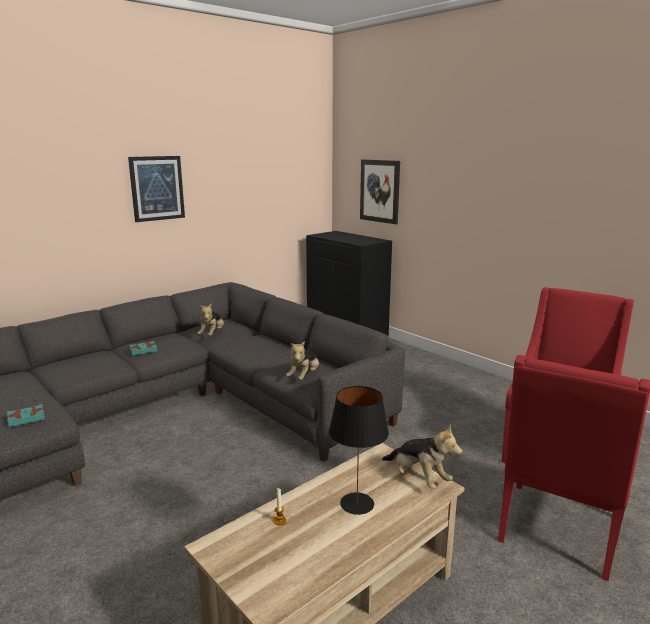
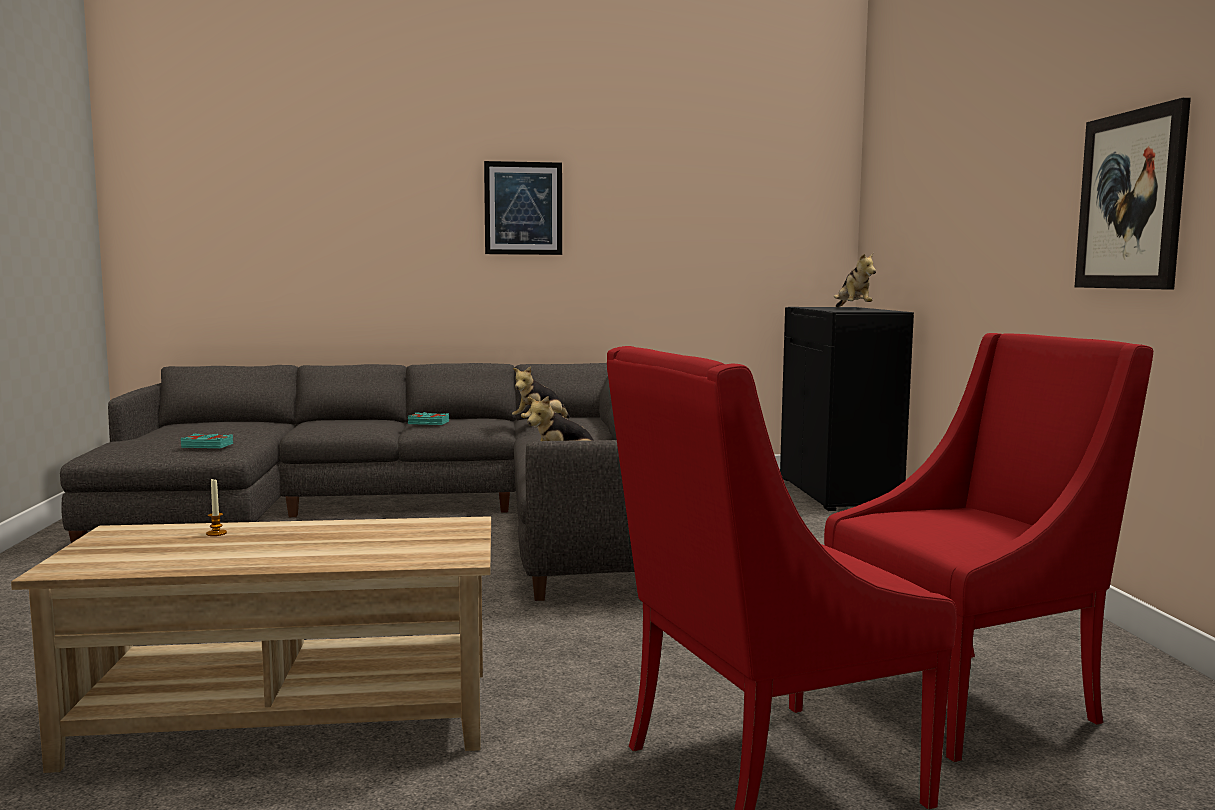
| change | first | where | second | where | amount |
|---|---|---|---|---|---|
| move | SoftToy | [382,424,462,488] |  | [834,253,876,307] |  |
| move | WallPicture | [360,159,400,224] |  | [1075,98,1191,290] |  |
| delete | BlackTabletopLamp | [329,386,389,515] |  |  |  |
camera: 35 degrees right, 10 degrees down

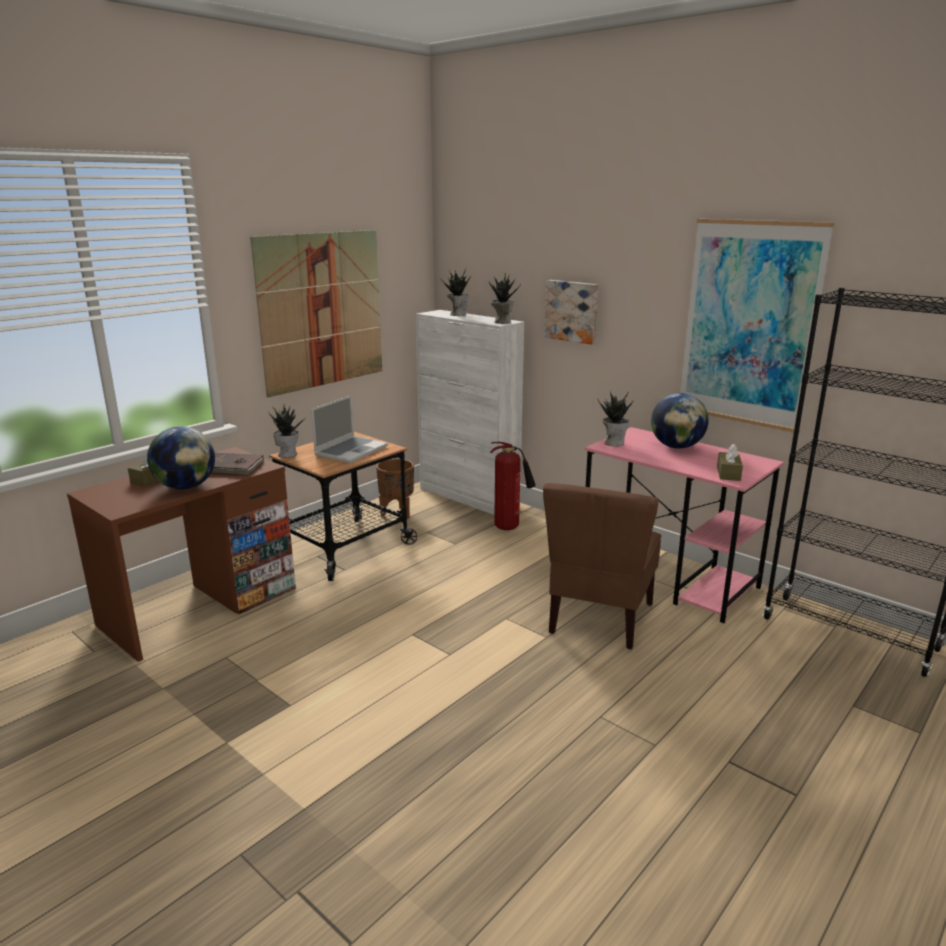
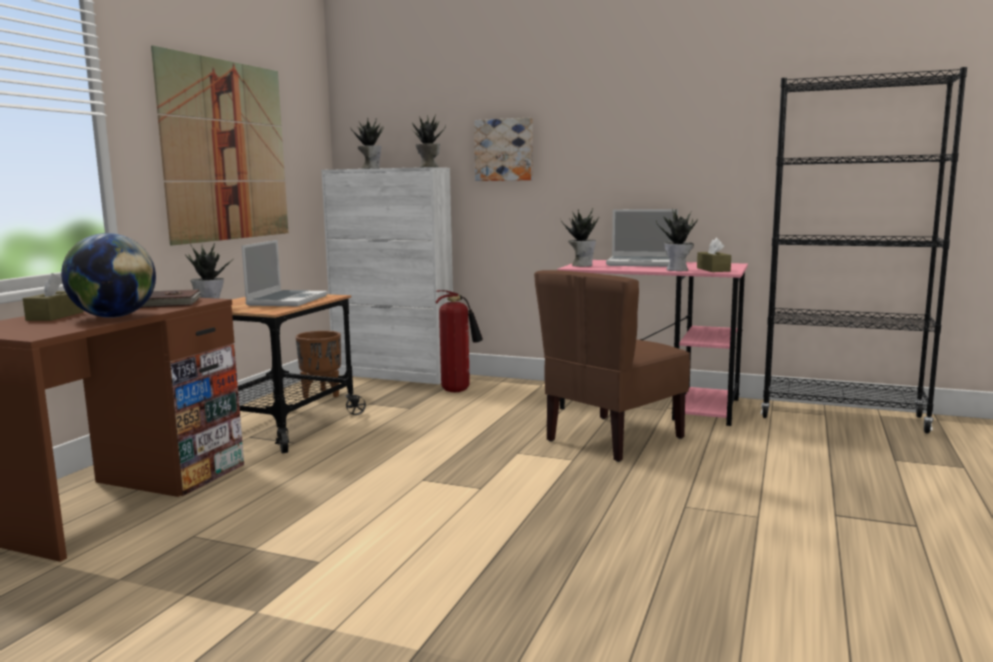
| change | first | where | second | where | amount |
|---|---|---|---|---|---|
| rotate | BrownPlainChair | [543,483,662,649] |  | [534,270,690,462] | 45 degrees clockwise |
| replace | WorldGlobe | [651,393,709,449] | PortableComputer | [606,209,678,267] |  |
| insert |  |  | Houseplant | [656,209,698,271] |  |
| delete | WallPicture | [680,219,834,433] |  |  |  |
camera: 20 degrees left, 10 degrees down

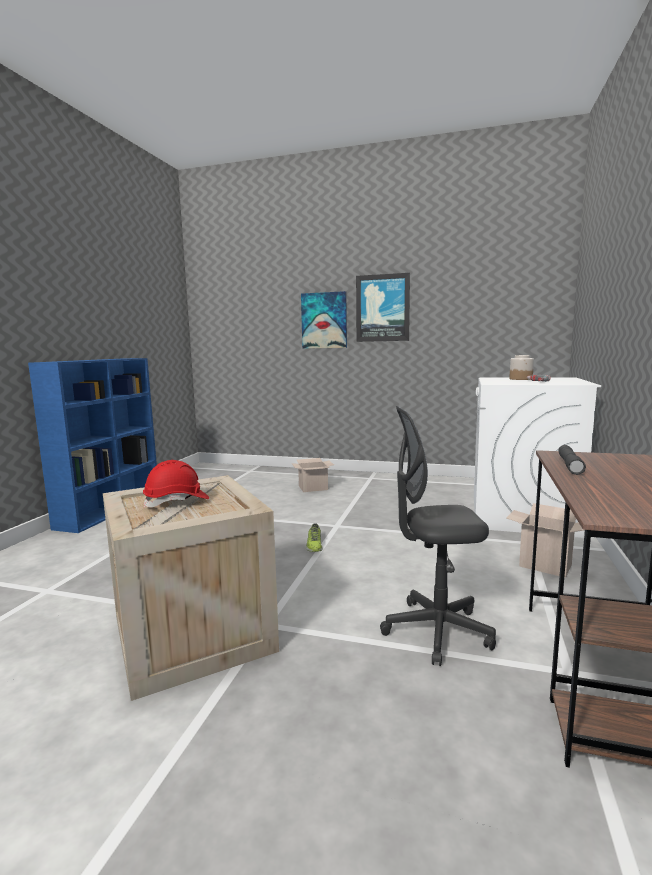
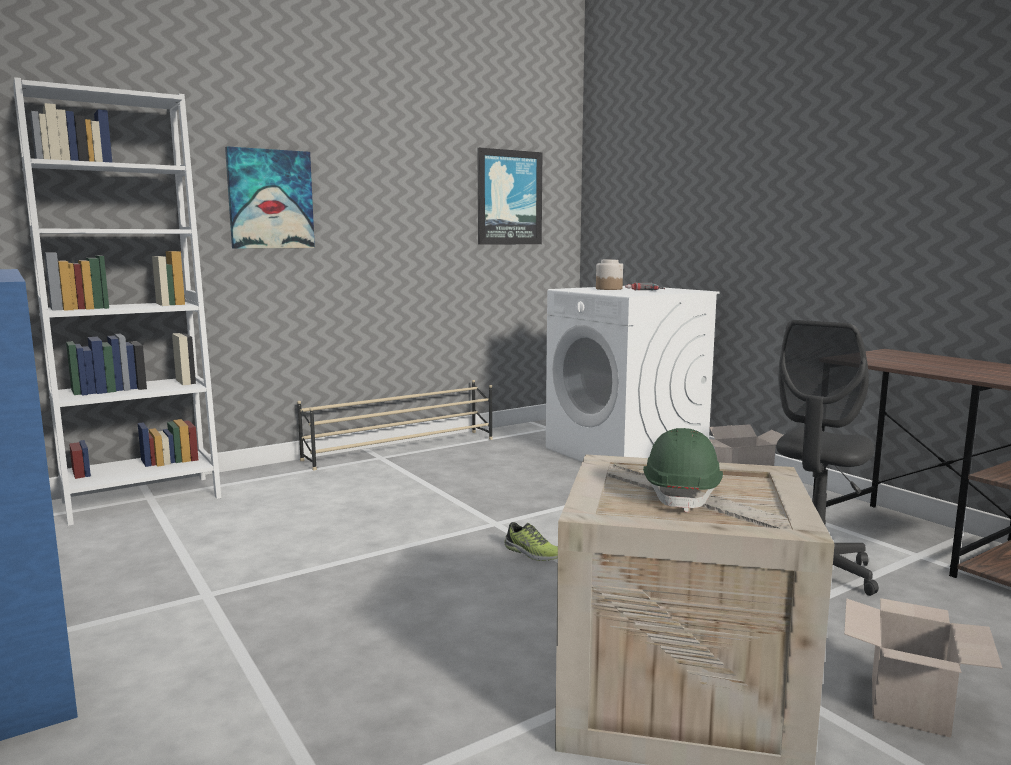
| change | first | where | second | where | amount |
|---|---|---|---|---|---|
| insert |  |  | WhiteBookcase | [13,77,221,526] |  |
| insert |  |  | BeigeColouredShoeStand | [297,380,493,470] |  |
| move | WallPicture | [356,273,410,342] |  | [477,148,542,245] |  |
| recolor | ReddishWorkHelmet | [143,460,209,507] | GreenWorkHelmet | [643,428,723,512] |  |
| move | Carton | [291,458,334,492] |  | [844,598,1002,738] |  |
| delete | GreyishHandTorch | [558,445,586,475] |  |  |  |
camera: 50 degrees left, 0 degrees up

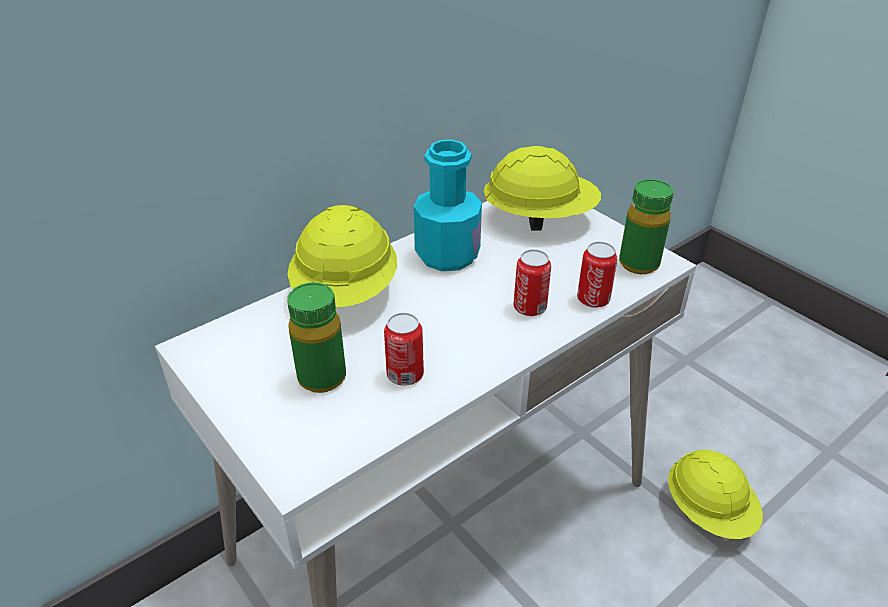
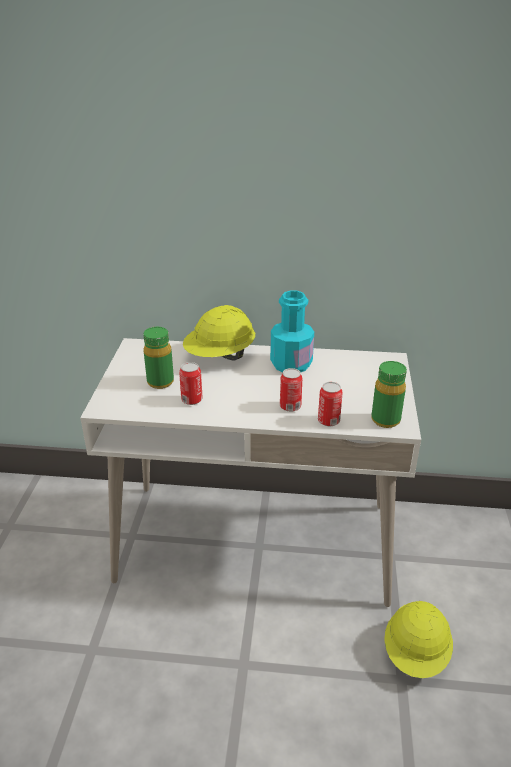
| change | first | where | second | where | amount |
|---|---|---|---|---|---|
| delete | YellowishWorkHelmet | [484,146,601,230] |  |  |  |
camera: 45 degrees right, 5 degrees down

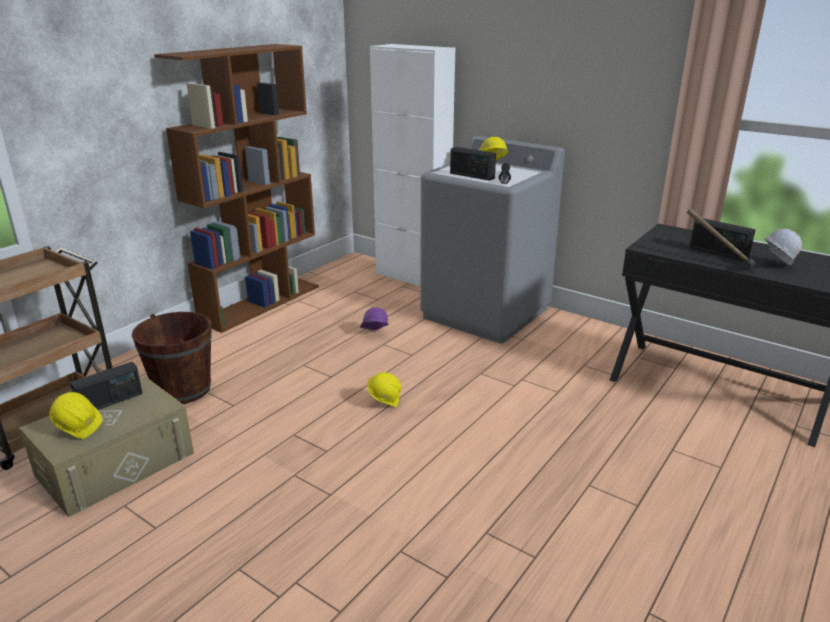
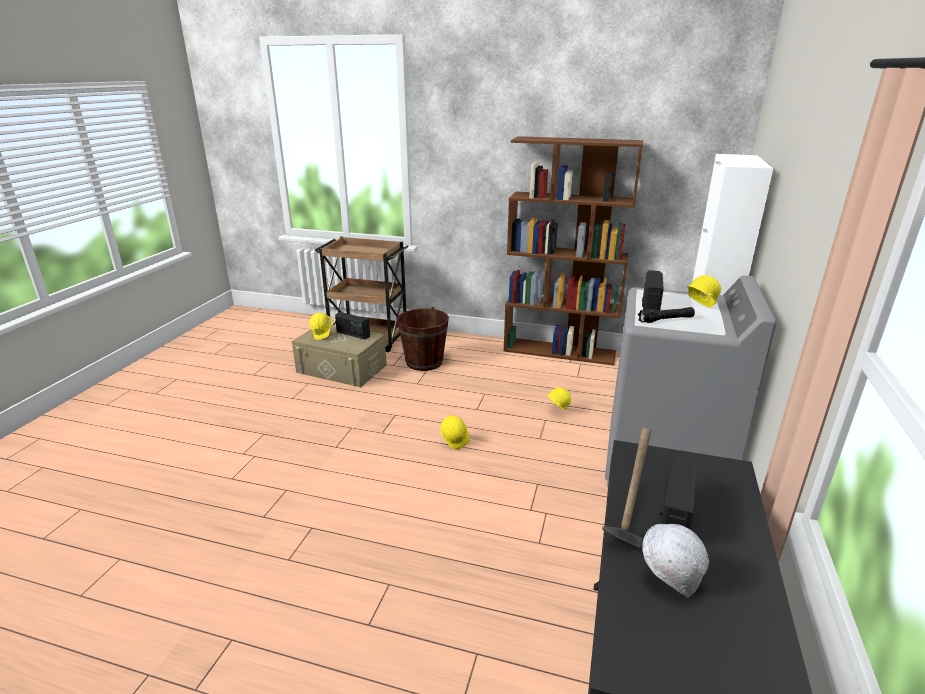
| change | first | where | second | where | amount |
|---|---|---|---|---|---|
| recolor | PurpleColouredWorkHelmet | [360,307,389,330] | YellowishWorkHelmet | [547,388,571,411] |  |
camera: 70 degrees right, 0 degrees up

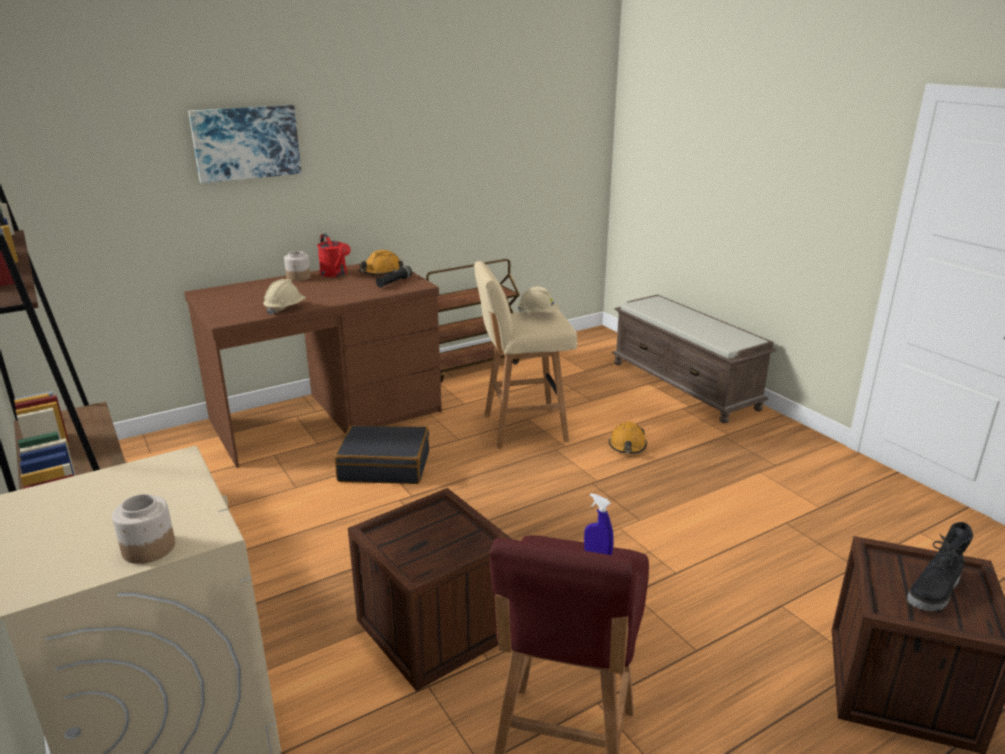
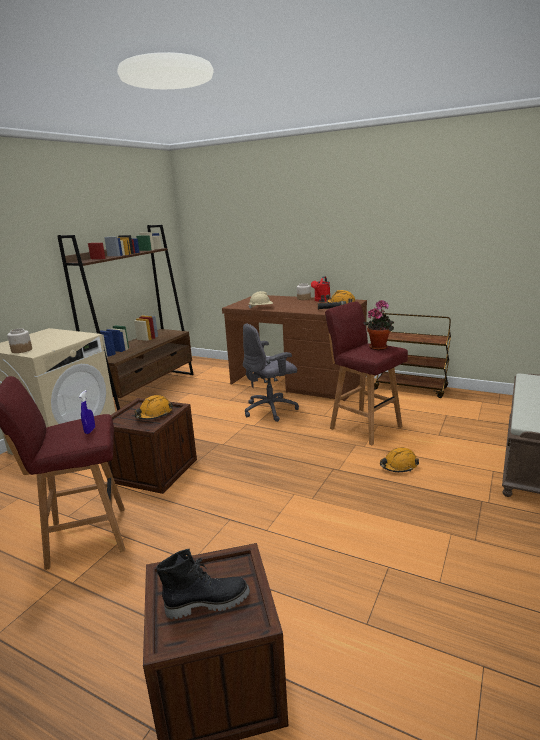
| change | first | where | second | where | amount |
|---|---|---|---|---|---|
| insert |  |  | OrangeyWorkHelmet | [135,395,173,420] |  |
| rotate | BlackBoot | [907,522,973,611] |  | [156,549,250,619] | 150 degrees clockwise |
| replace | BlackSuitcase | [334,425,429,484] | GreyishDeskChair | [243,323,299,422] |  |
| recolor | BeigeColouredSittingStool | [474,261,577,449] | ReddishSittingStool | [325,302,408,445] |  |
| replace | BeigeColouredWorkHelmet | [518,287,559,313] | Houseplant | [363,300,394,350] |  |
| delete | WallPicture | [188,105,301,183] |  |  |  |
camera: 60 degrees right, 5 degrees down

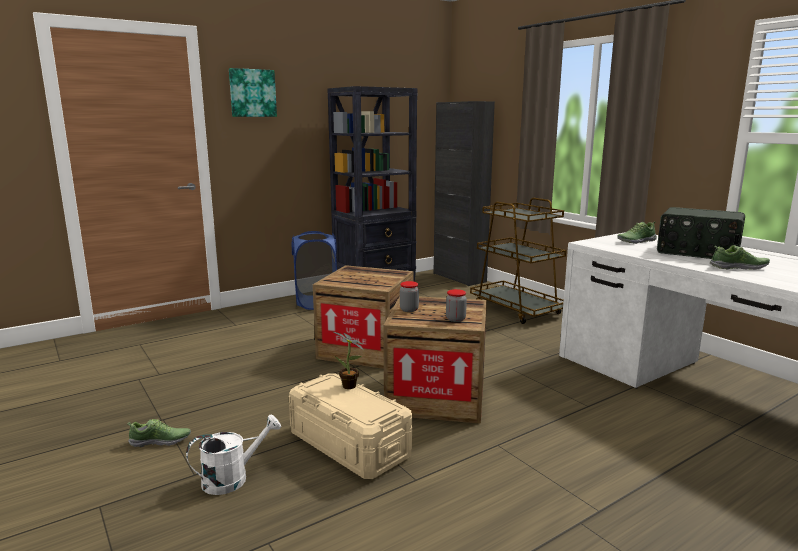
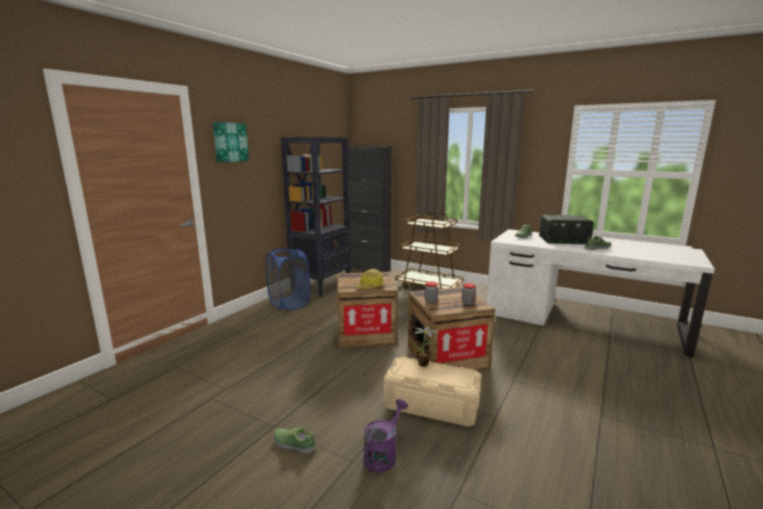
| change | first | where | second | where | amount |
|---|---|---|---|---|---|
| rotate | LowShoe | [127,419,191,447] |  | [274,426,317,455] | 120 degrees counterclockwise |
| insert |  |  | WorkHelmet | [355,269,384,289] |  |
| recolor | WhiteSprinklingCan | [186,414,281,495] | PurpleColouredSprinklingCan | [363,399,408,473] |  |
camera: 25 degrees left, 0 degrees up

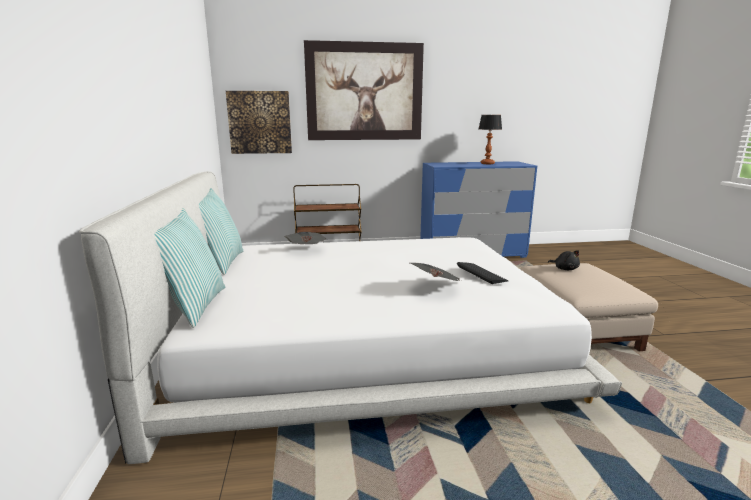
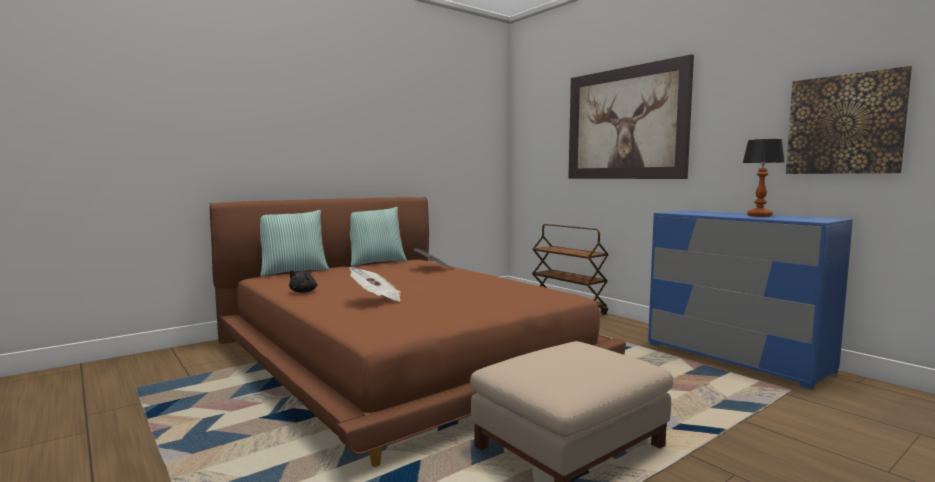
| change | first | where | second | where | amount |
|---|---|---|---|---|---|
| recolor | WhiteSleepingBed | [79,171,622,464] | BrownSleepingBed | [209,197,626,467] |  |
| move | BlackSoftToy | [548,250,580,270] |  | [289,270,317,293] |  |
| move | WallPicture | [226,91,292,154] |  | [786,66,912,174] |  |
| delete | Keyboard | [457,262,508,284] |  |  |  |
camera: 60 degrees right, 10 degrees down

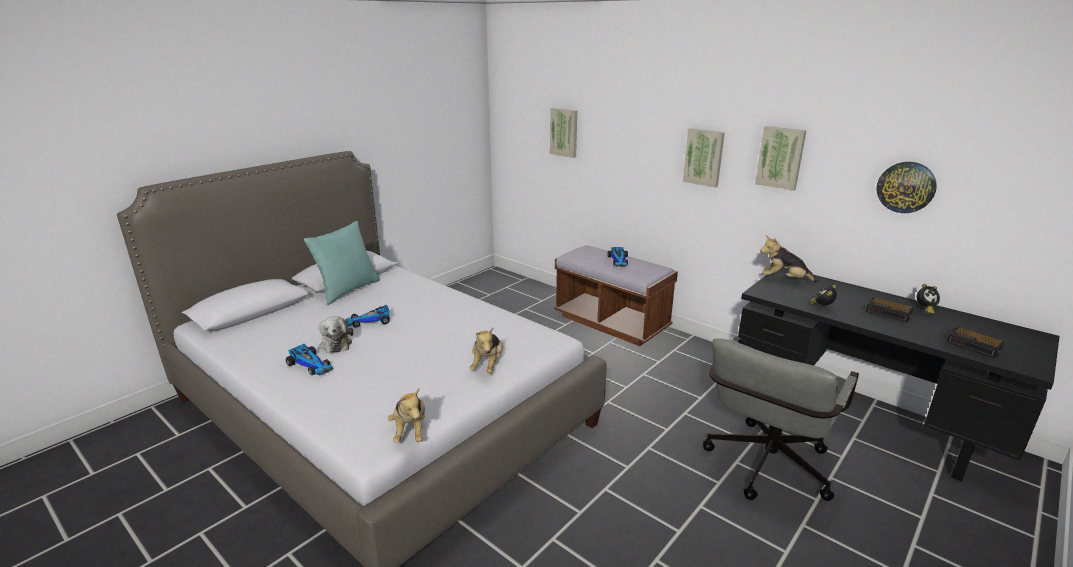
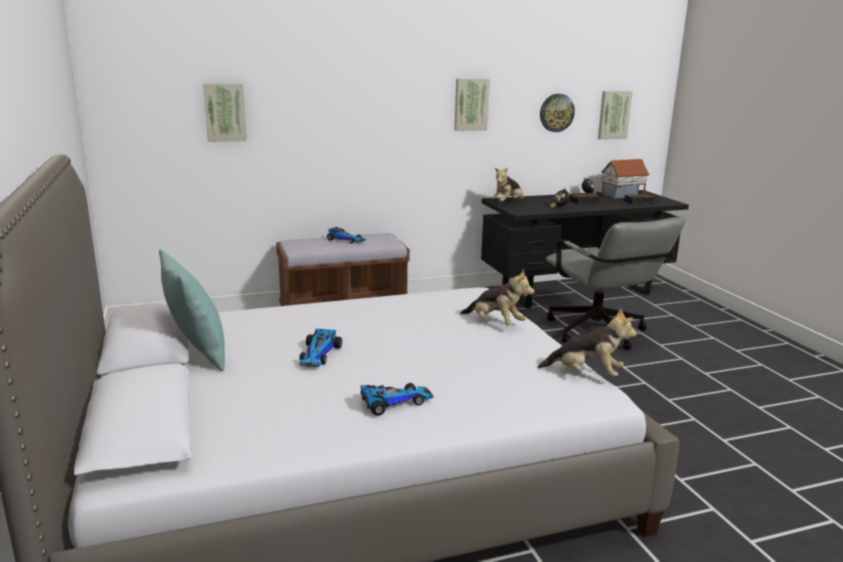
| change | first | where | second | where | amount |
|---|---|---|---|---|---|
| move | WallPicture | [683,128,725,188] |  | [598,91,632,140] |  |
| insert |  |  | MiniatureHouse | [601,159,649,199] |  |
| delete | SoftToy | [319,316,353,354] |  |  |  |
camera: 60 degrees left, 5 degrees down

